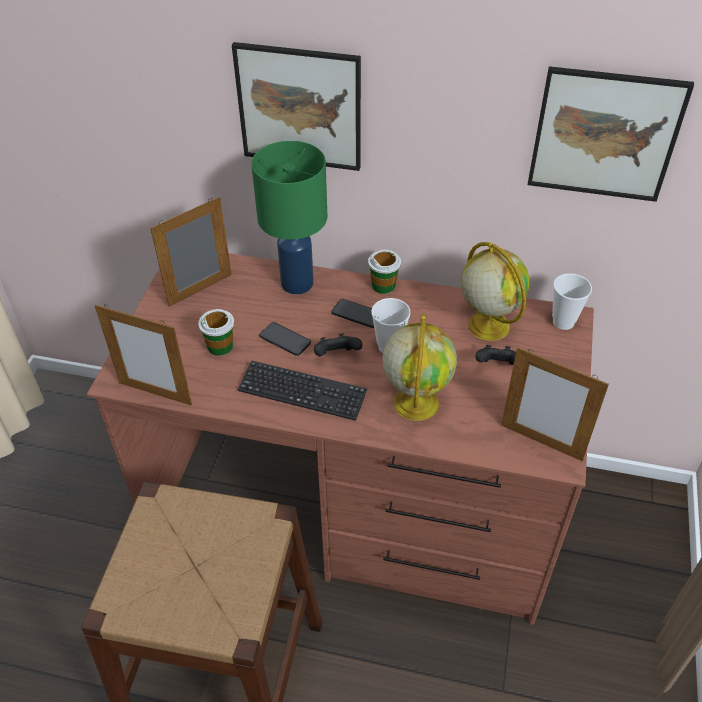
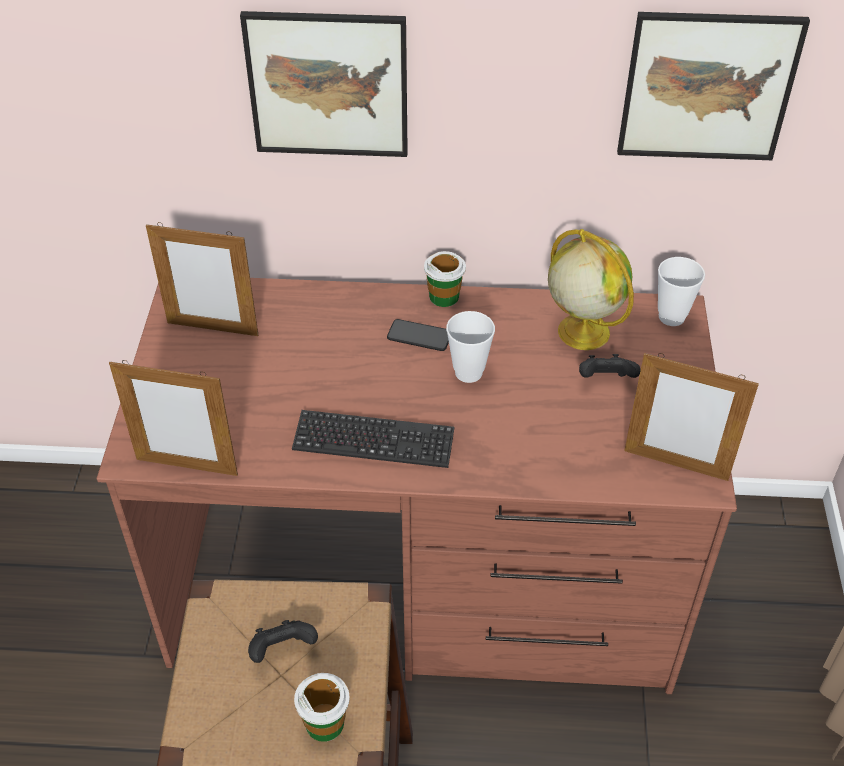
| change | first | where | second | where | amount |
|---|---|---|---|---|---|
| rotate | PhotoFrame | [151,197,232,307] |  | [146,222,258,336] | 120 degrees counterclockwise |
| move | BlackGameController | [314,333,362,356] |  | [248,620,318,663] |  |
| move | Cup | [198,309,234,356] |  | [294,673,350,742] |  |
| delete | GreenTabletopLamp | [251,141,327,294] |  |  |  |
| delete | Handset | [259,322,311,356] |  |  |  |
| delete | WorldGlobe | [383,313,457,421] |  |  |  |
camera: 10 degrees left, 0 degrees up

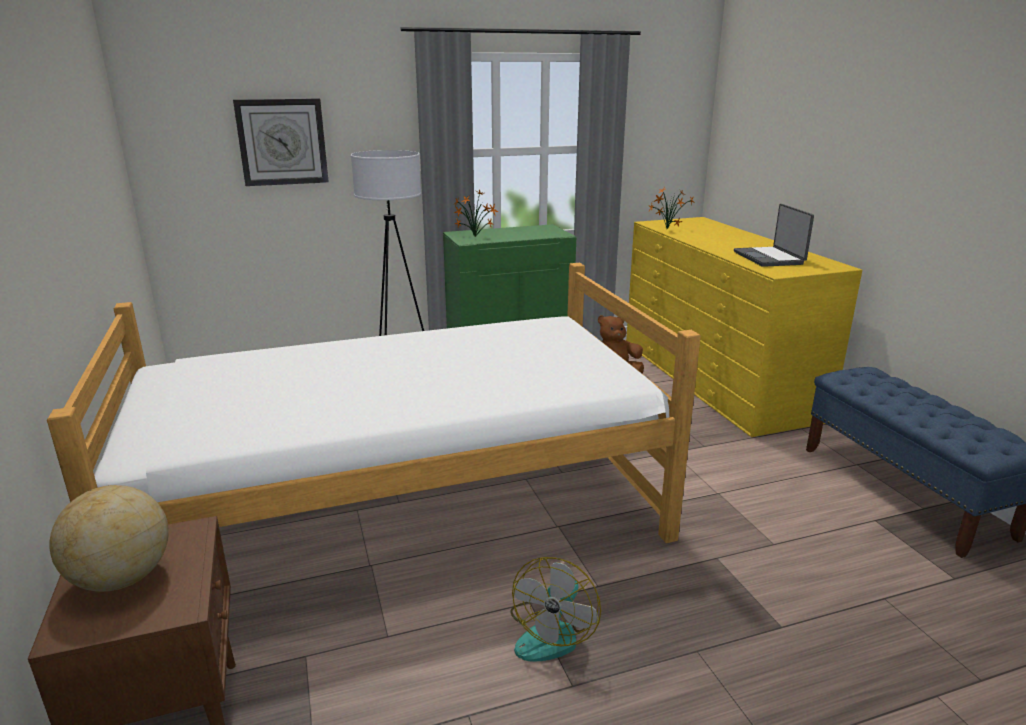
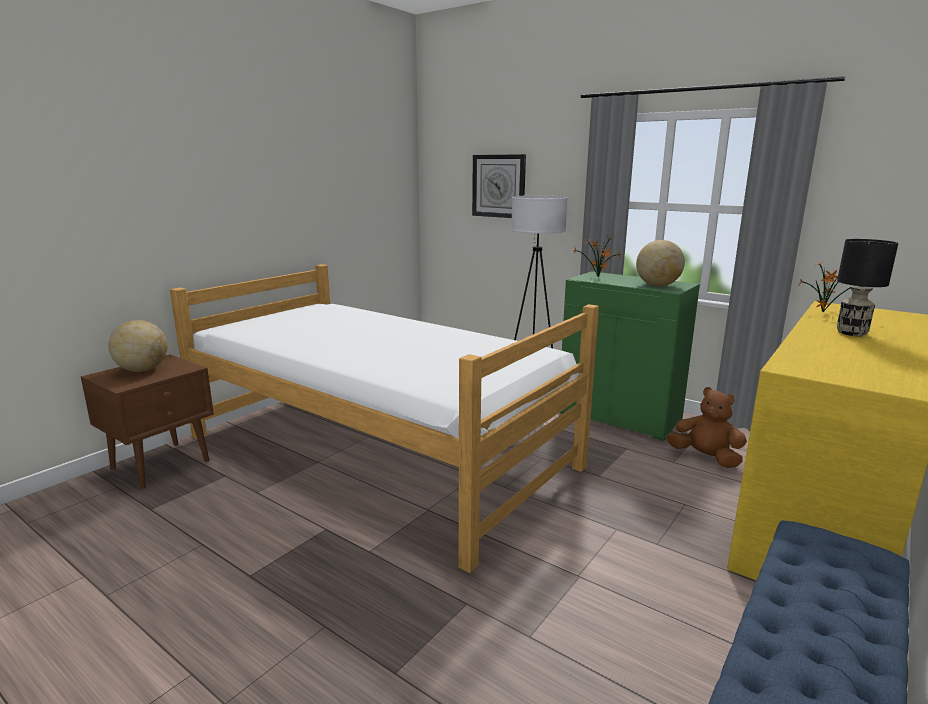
| change | first | where | second | where | amount |
|---|---|---|---|---|---|
| insert |  |  | WorldGlobe | [636,240,685,286] |  |
| insert |  |  | BlackTabletopLamp | [837,239,898,336] |  |
| delete | ElectricFan | [510,557,601,662] |  |  |  |
| delete | PortableComputer | [734,204,814,267] |  |  |  |
camera: 55 degrees right, 5 degrees down

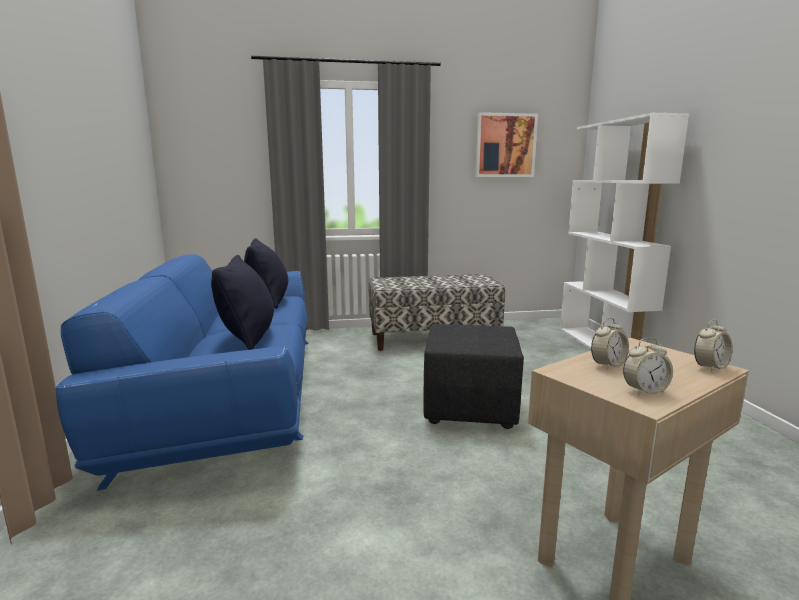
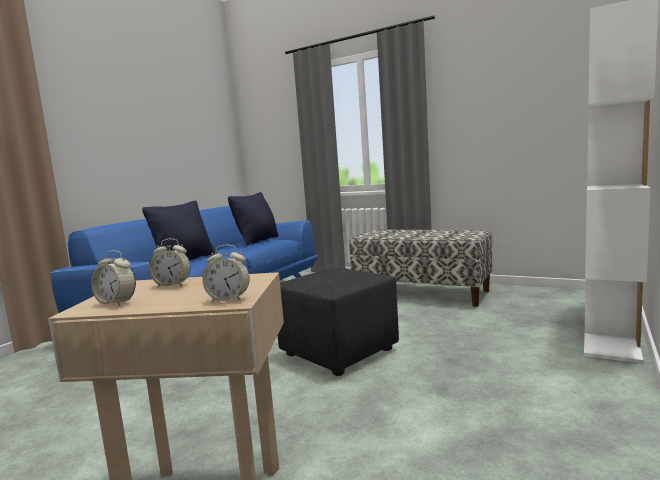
| change | first | where | second | where | amount |
|---|---|---|---|---|---|
| delete | WallPicture | [475,112,538,177] |  |  |  |
camera: 40 degrees right, 5 degrees down

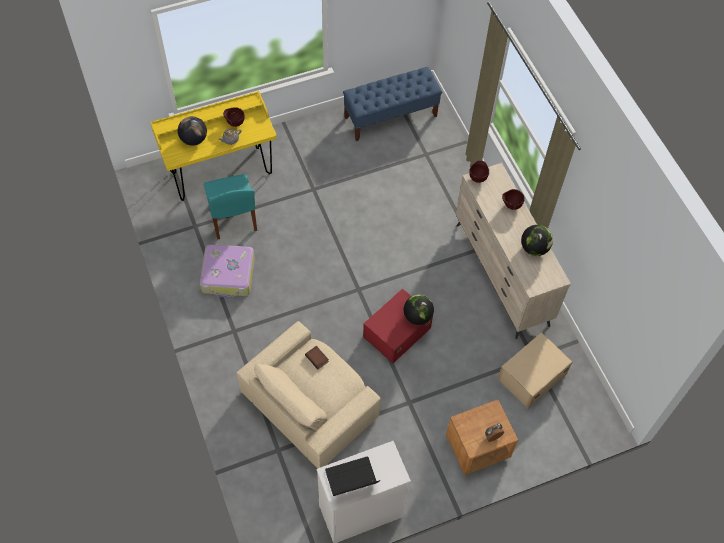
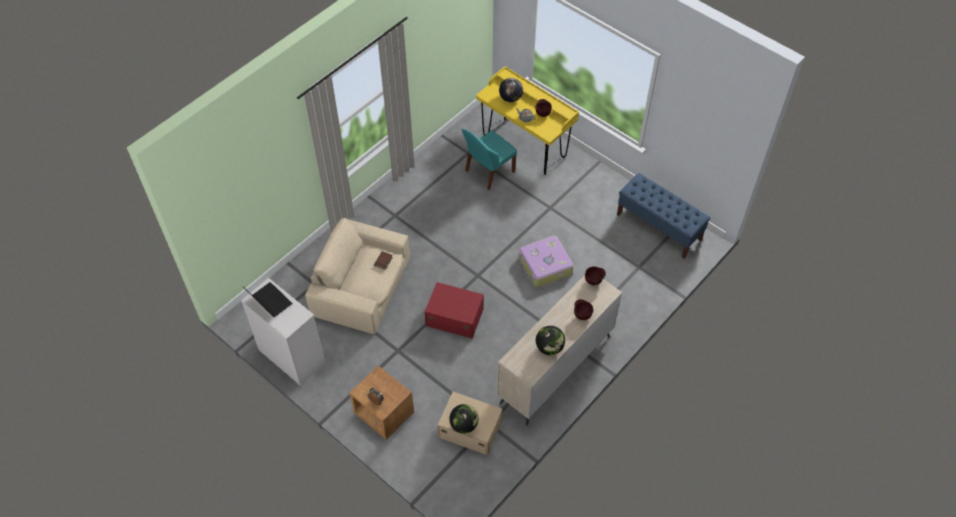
| change | first | where | second | where | amount |
|---|---|---|---|---|---|
| move | WorldGlobe | [404,295,434,325] |  | [449,404,478,434] |  |
| move | Suitcase | [200,244,255,298] |  | [518,236,573,287] |  |
camera: 65 degrees right, 5 degrees down

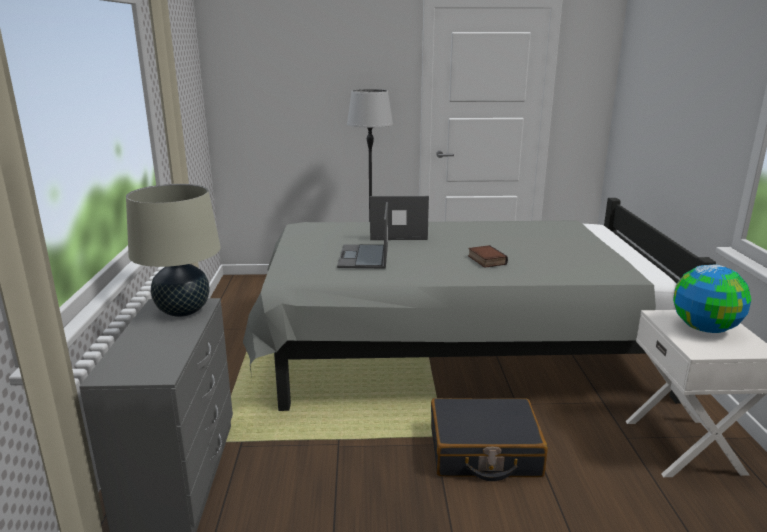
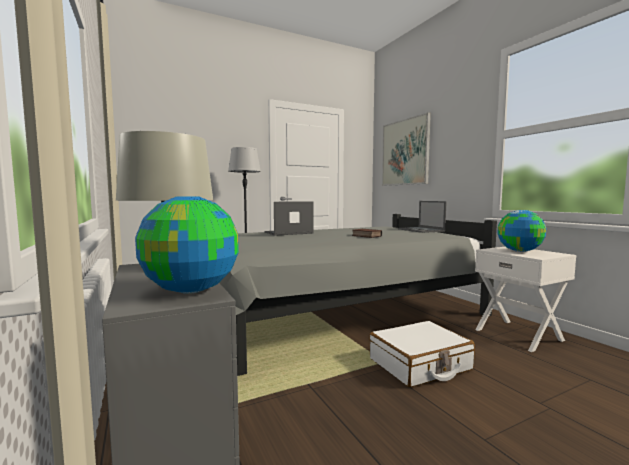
| change | first | where | second | where | amount |
|---|---|---|---|---|---|
| insert |  |  | WorldGlobe | [135,196,239,294] |  |
| recolor | BlackSuitcase | [431,398,548,481] | WhiteSuitcase | [370,321,475,387] |  |
| insert |  |  | WallPicture | [382,112,431,186] |  |
| move | PortableComputer | [337,202,388,269] |  | [398,201,447,233] |  |
camera: 25 degrees left, 15 degrees down

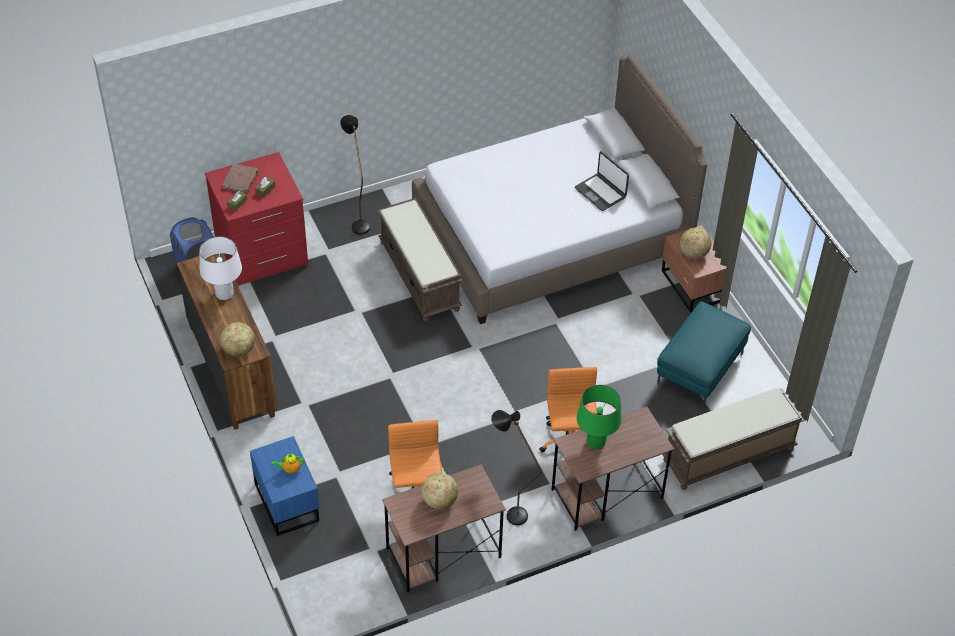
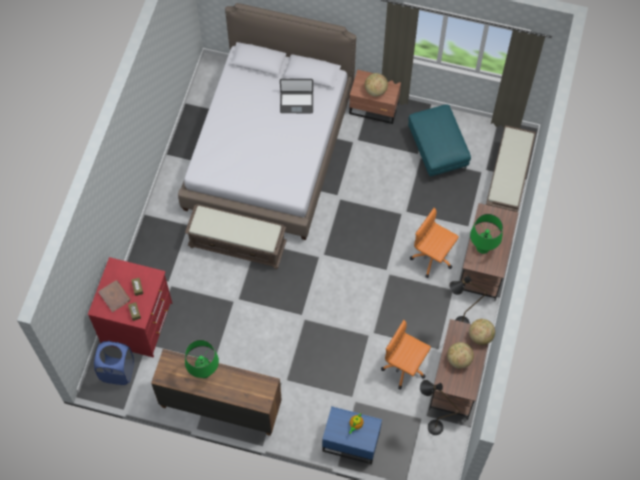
| change | first | where | second | where | amount |
|---|---|---|---|---|---|
| recolor | WhiteTabletopLamp | [199,236,242,300] | GreenTabletopLamp | [185,340,219,378] |  |
| move | BlackStandingLamp | [340,115,370,234] |  | [420,380,460,435] |  |
| move | WorldGlobe | [220,322,255,357] |  | [469,319,495,345] |  |
camera: 50 degrees left, 15 degrees up

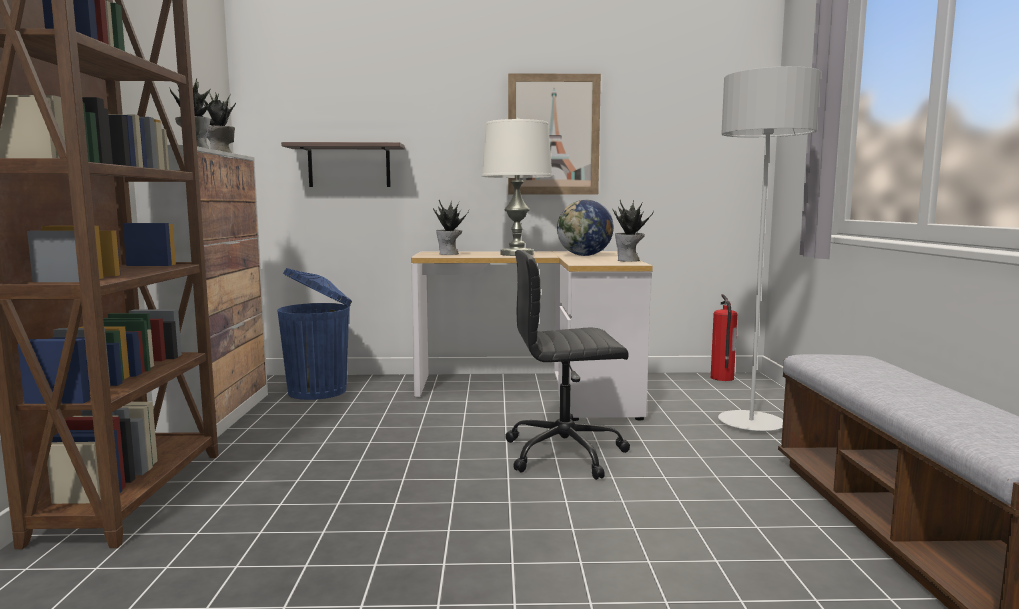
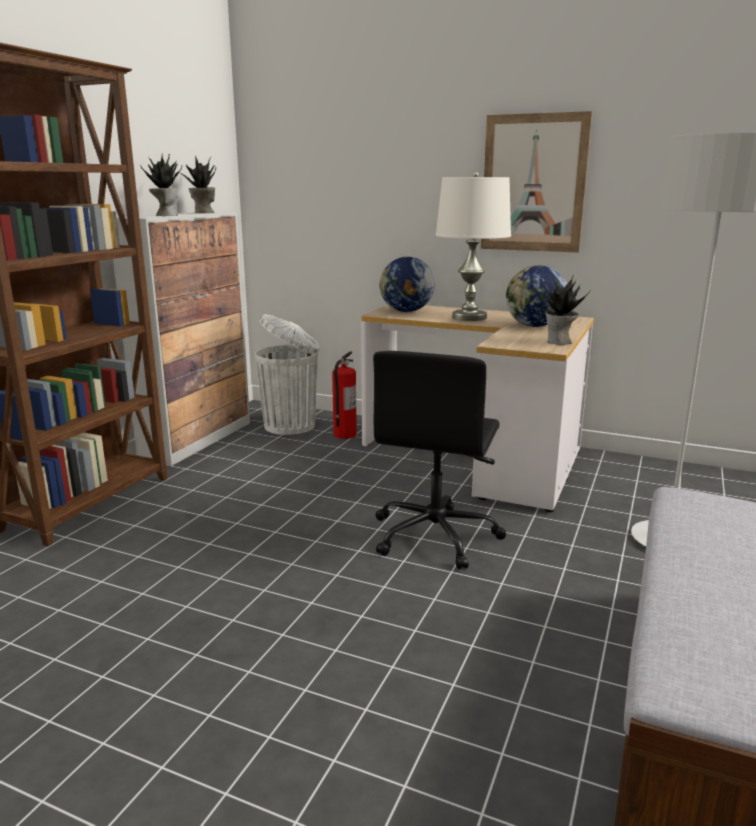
| change | first | where | second | where | amount |
|---|---|---|---|---|---|
| recolor | BlueColouredRubbishBin | [277,268,352,400] | WhiteRubbishBin | [255,314,321,435] |  |
| move | Extinguisher | [711,294,737,381] |  | [332,351,357,439] |  |
| rotate | BlackDeskChair | [505,250,630,480] |  | [373,351,506,569] | 90 degrees counterclockwise |
| replace | Houseplant | [433,200,469,255] | WorldGlobe | [380,257,435,312] |  |
| delete | BracketShelf | [281,142,405,187] |  |  |  |
camera: 25 degrees right, 10 degrees up

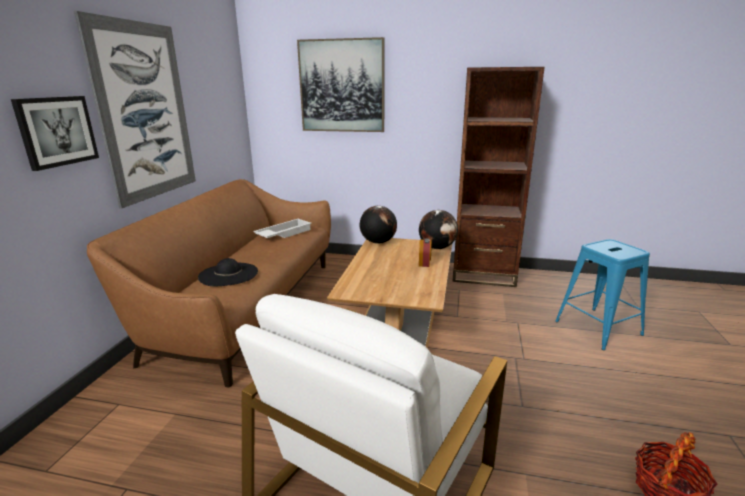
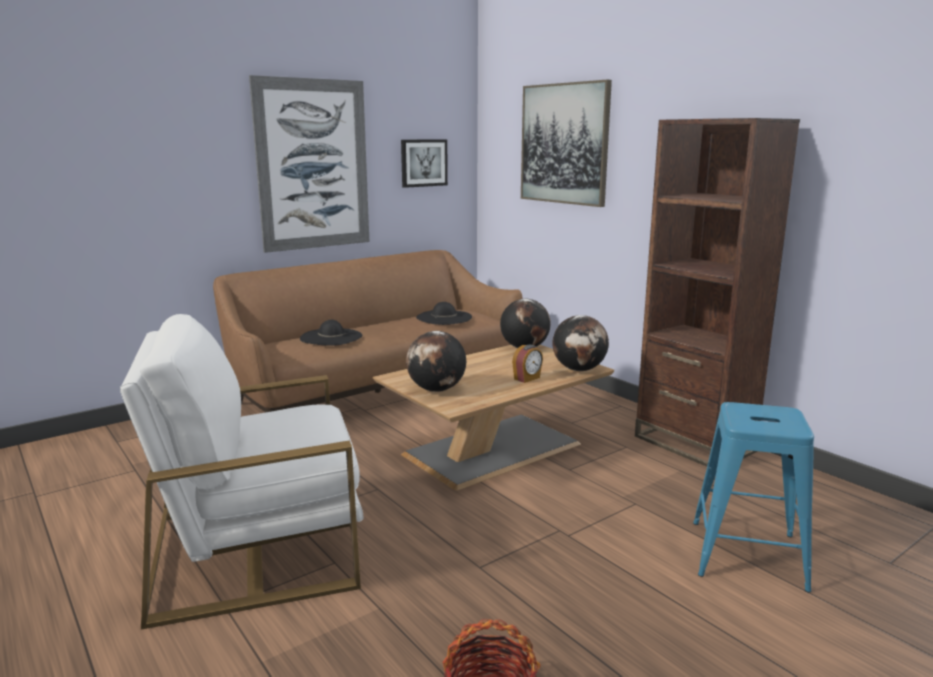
| change | first | where | second | where | amount |
|---|---|---|---|---|---|
| move | WallPicture | [11,96,99,171] |  | [401,139,448,188] |  |
| insert |  |  | WorldGlobe | [406,331,466,392] |  |
| replace | WhiteTray | [253,219,312,238] | BlackClothingHat | [416,302,472,325] |  |
camera: 40 degrees right, 5 degrees down

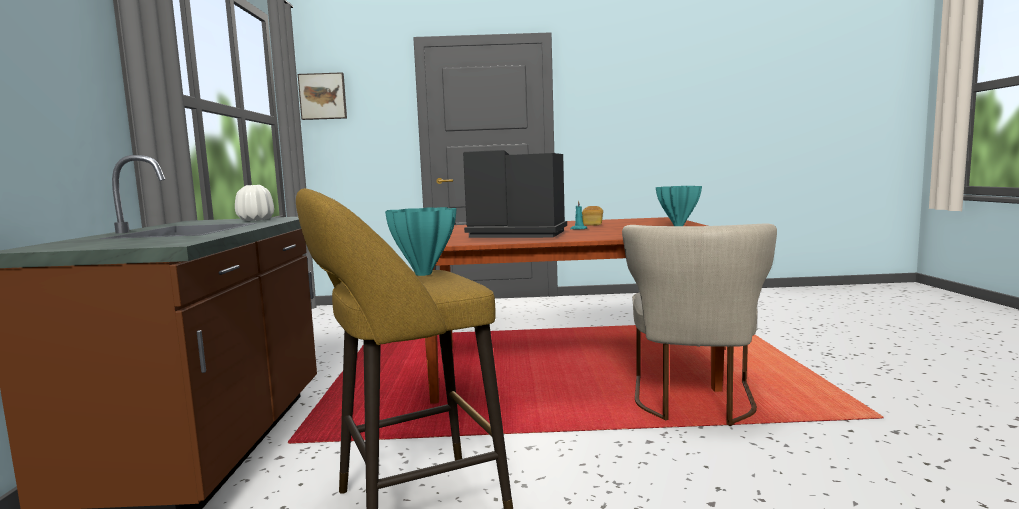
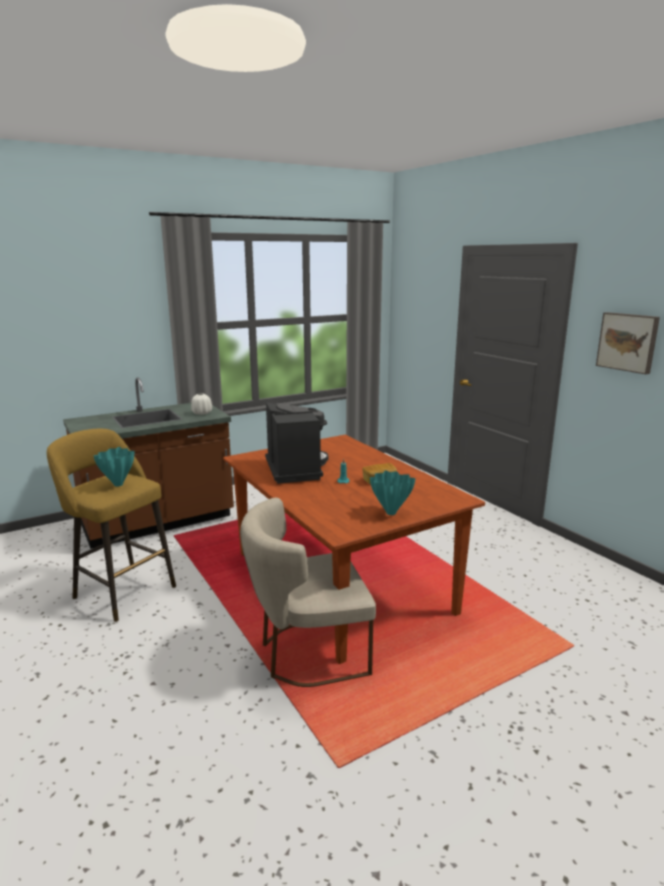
| change | first | where | second | where | amount |
|---|---|---|---|---|---|
| move | WallPicture | [298,72,347,120] |  | [596,312,660,374] |  |
camera: 60 degrees right, 10 degrees up

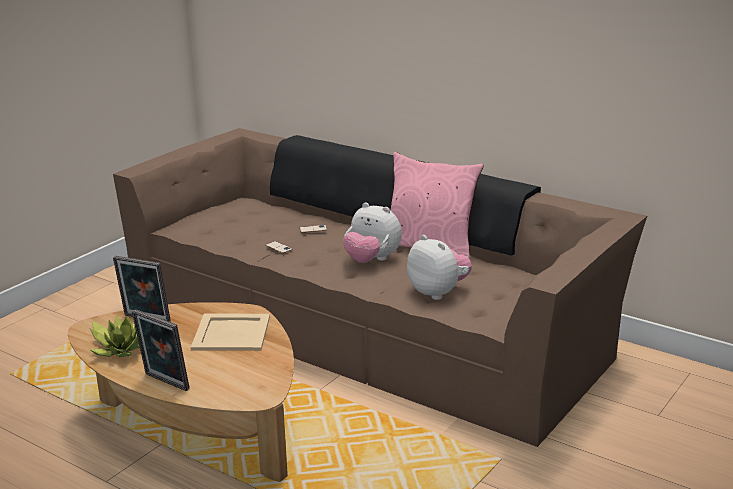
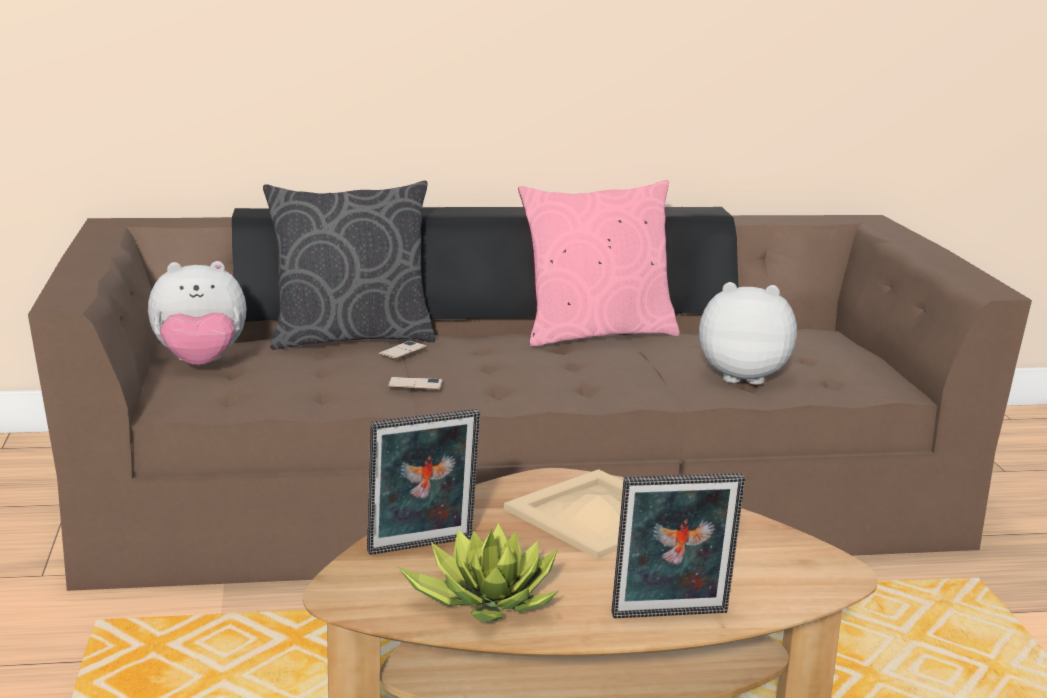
| change | first | where | second | where | amount |
|---|---|---|---|---|---|
| move | SoftToy | [343,202,402,263] |  | [148,261,246,366] |  |
| insert |  |  | GreyishPillow | [263,181,435,350] |  |
camera: 45 degrees left, 5 degrees down

